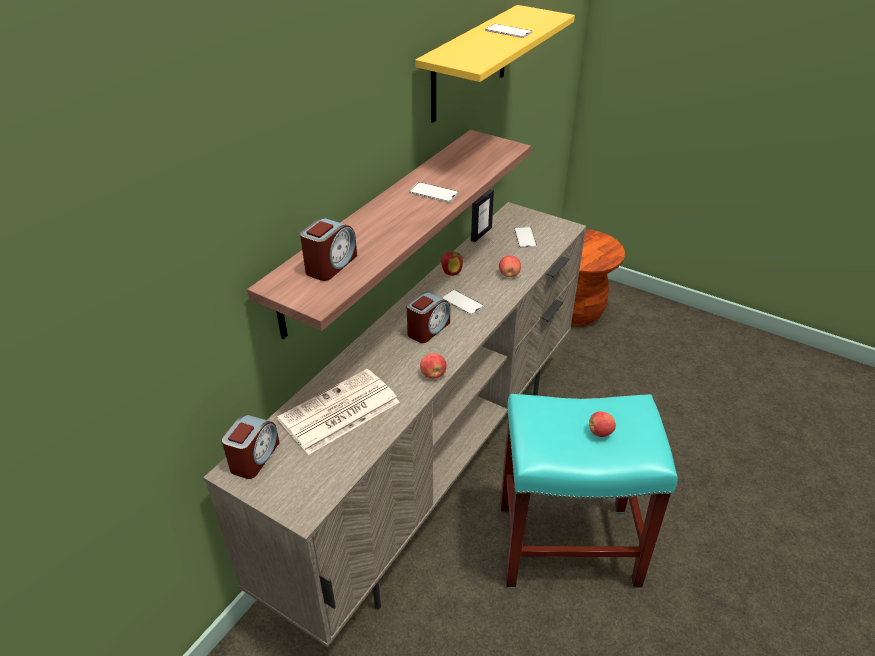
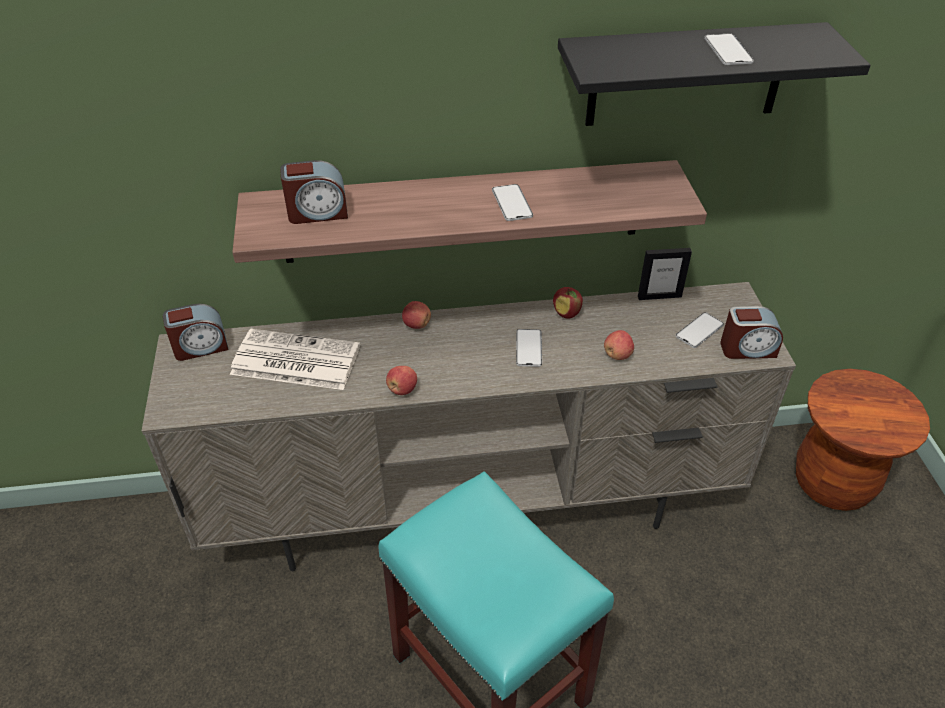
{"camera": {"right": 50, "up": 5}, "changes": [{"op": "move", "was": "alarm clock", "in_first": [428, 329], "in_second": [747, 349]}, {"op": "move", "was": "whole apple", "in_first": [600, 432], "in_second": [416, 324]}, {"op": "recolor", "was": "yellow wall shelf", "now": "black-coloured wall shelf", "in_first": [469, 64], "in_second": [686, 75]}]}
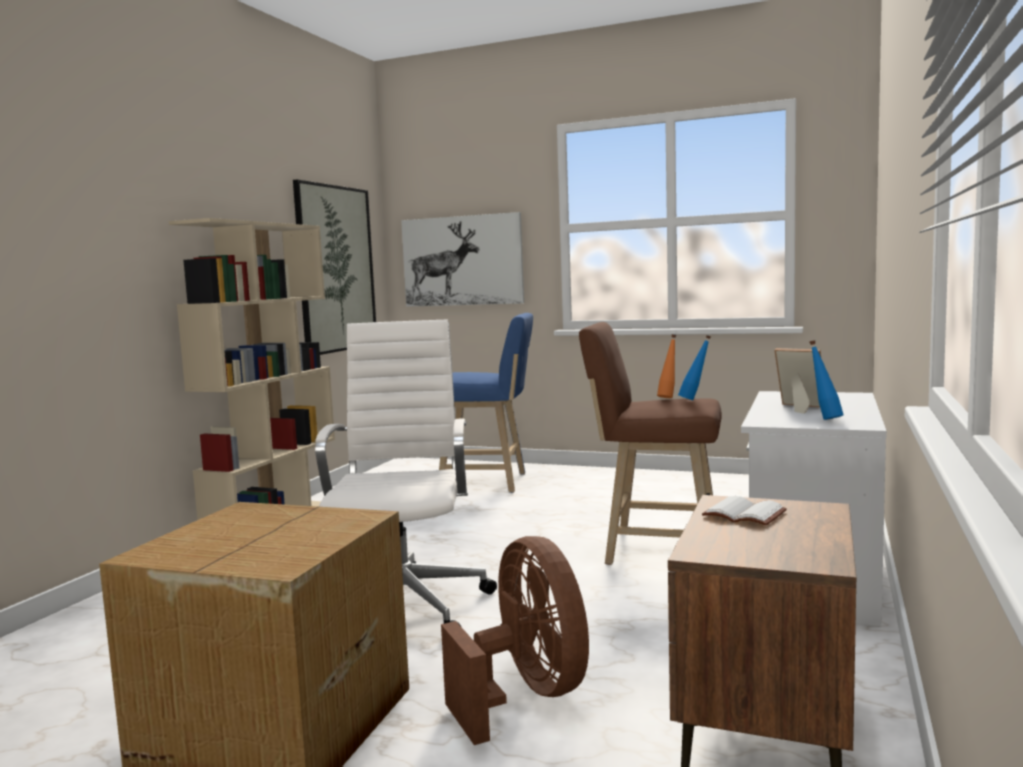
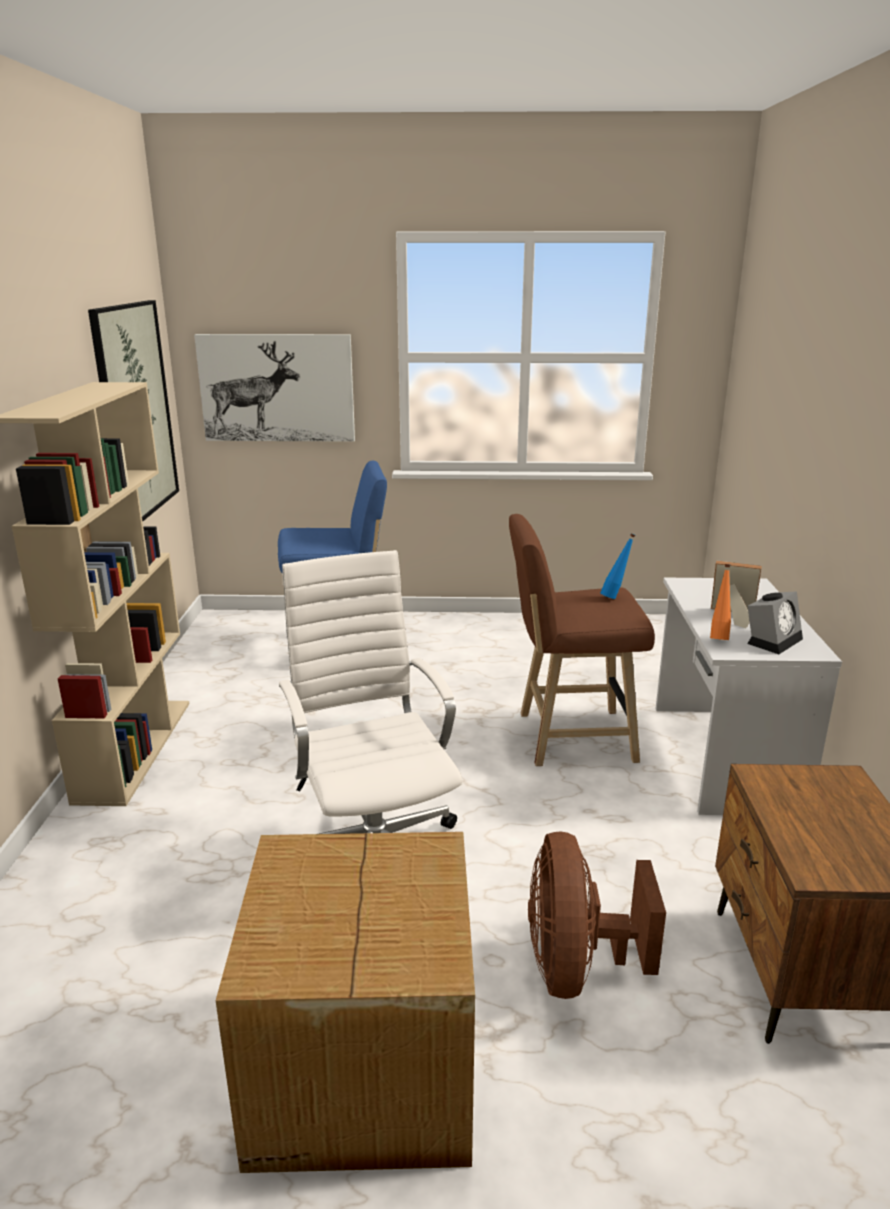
{"camera": {"right": -20, "up": 15}, "changes": [{"op": "delete", "was": "whitish book", "in_first": [742, 515]}, {"op": "move", "was": "orange drink bottle", "in_first": [668, 398], "in_second": [718, 637]}, {"op": "replace", "was": "blue-coloured drink bottle", "now": "alarm clock", "in_first": [824, 419], "in_second": [773, 640]}, {"op": "rotate", "was": "brown fan", "in_first": [526, 695], "in_second": [577, 967], "clockwise": -135}]}
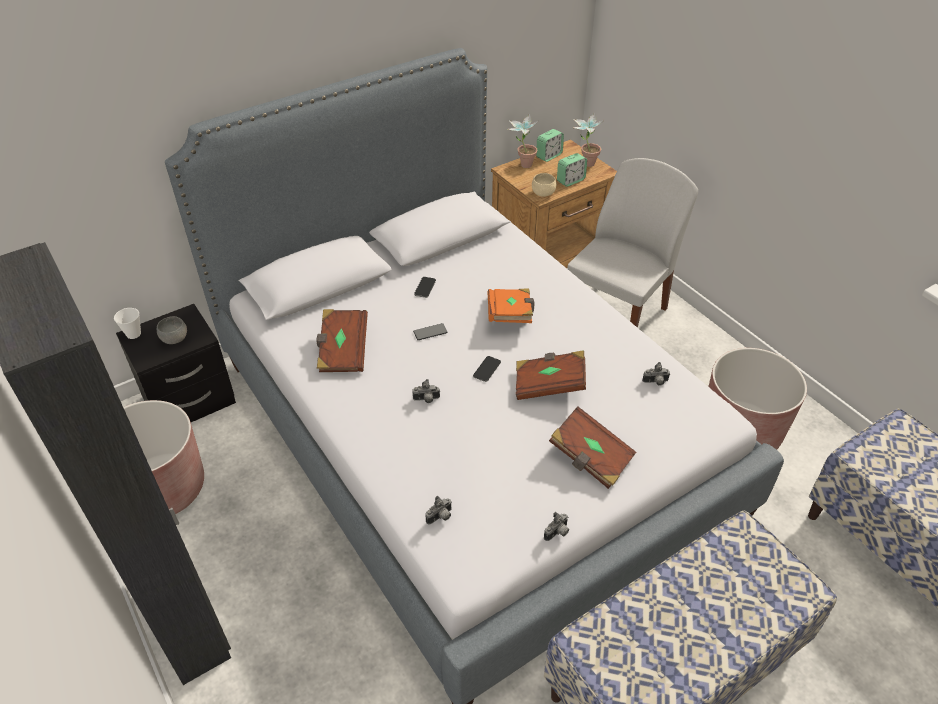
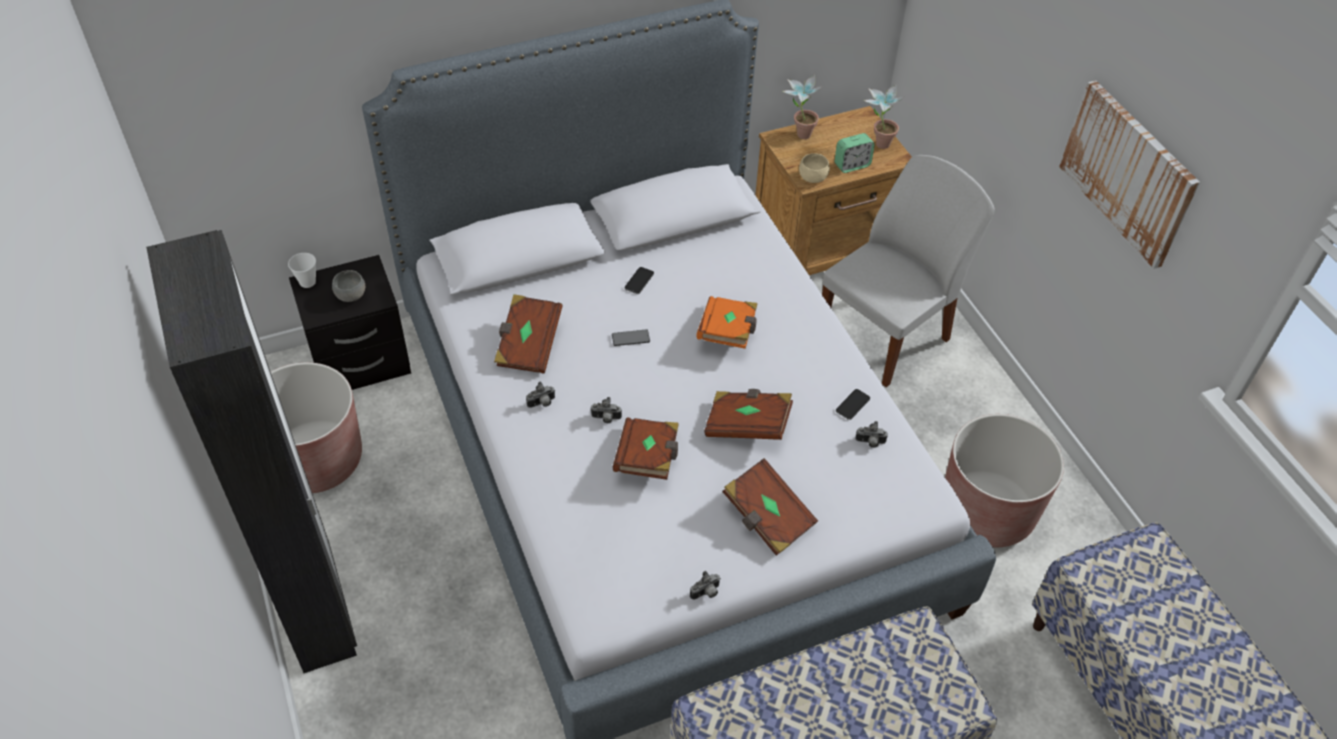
{"camera": {"right": 10, "up": 5}, "changes": [{"op": "delete", "was": "alarm clock", "in_first": [549, 156]}, {"op": "insert", "now": "brown book", "in_second": [648, 458]}, {"op": "insert", "now": "wall picture", "in_second": [1128, 172]}, {"op": "move", "was": "still camera", "in_first": [440, 517], "in_second": [542, 403]}, {"op": "move", "was": "handset", "in_first": [487, 369], "in_second": [852, 405]}]}
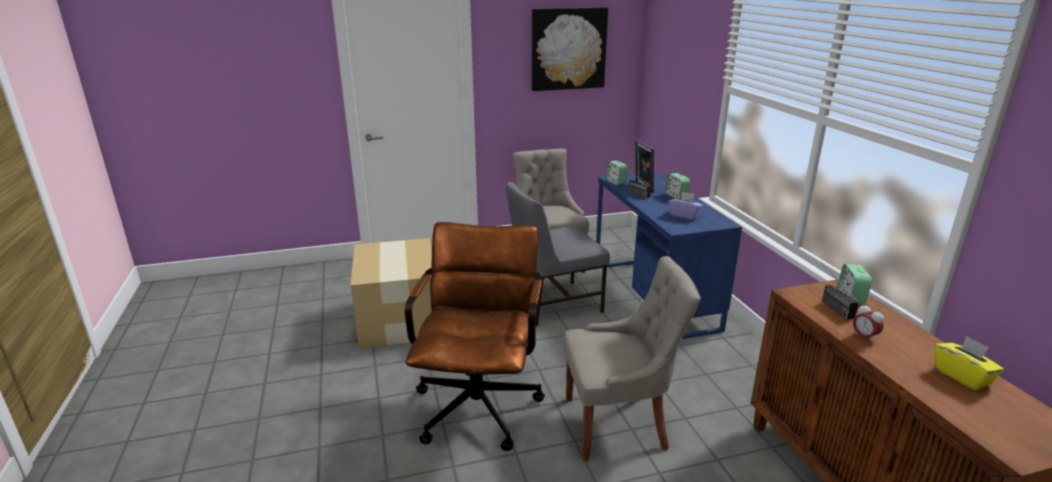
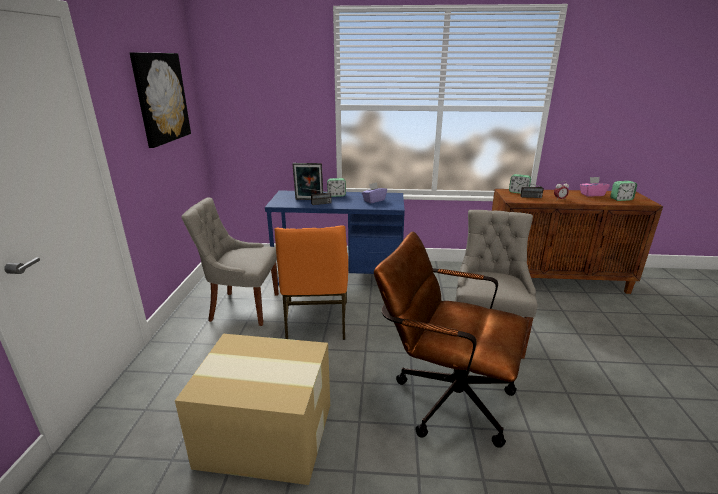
{"camera": {"right": -70, "up": 0}, "changes": [{"op": "move", "was": "alarm clock", "in_first": [615, 182], "in_second": [621, 199]}, {"op": "recolor", "was": "greyish chair", "now": "orange chair", "in_first": [554, 304], "in_second": [316, 321]}, {"op": "recolor", "was": "yellow tissue holder", "now": "pink tissue holder", "in_first": [962, 376], "in_second": [591, 194]}]}
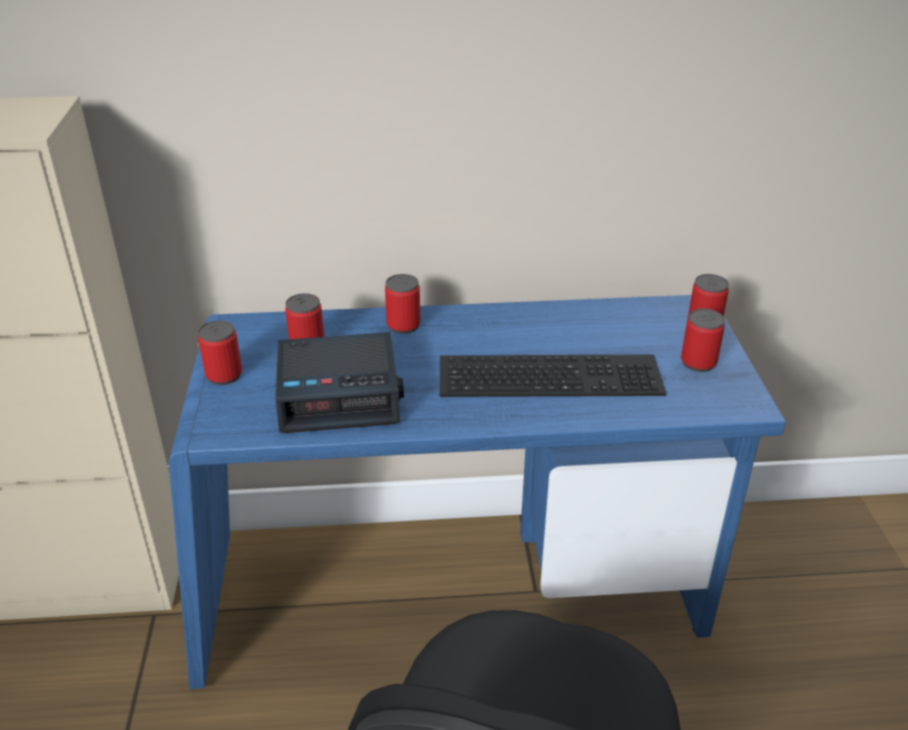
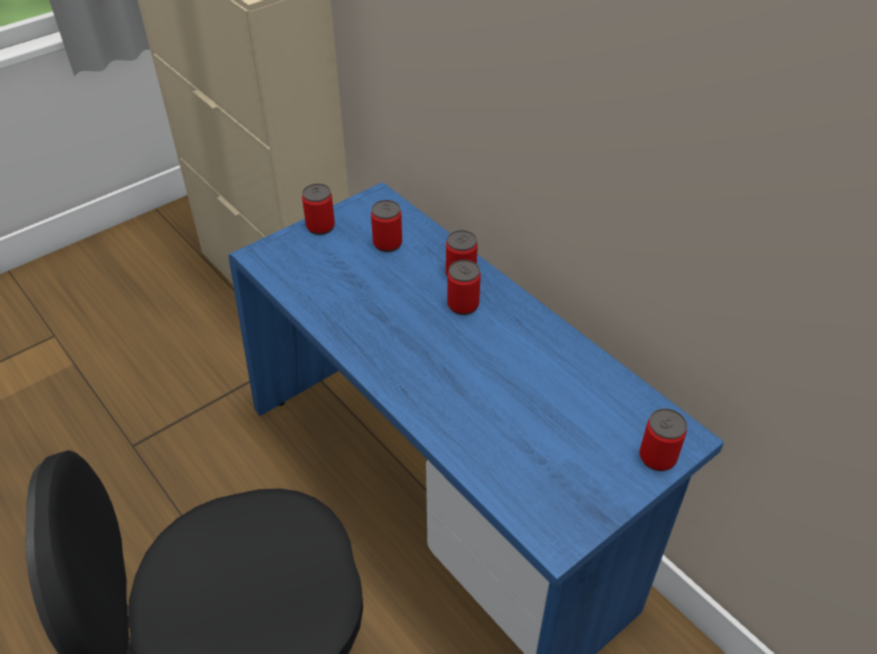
{"camera": {"right": 55, "up": 10}, "changes": [{"op": "delete", "was": "alarm clock", "in_first": [340, 394]}, {"op": "delete", "was": "computer keyboard", "in_first": [551, 373]}, {"op": "move", "was": "can", "in_first": [698, 362], "in_second": [463, 305]}]}
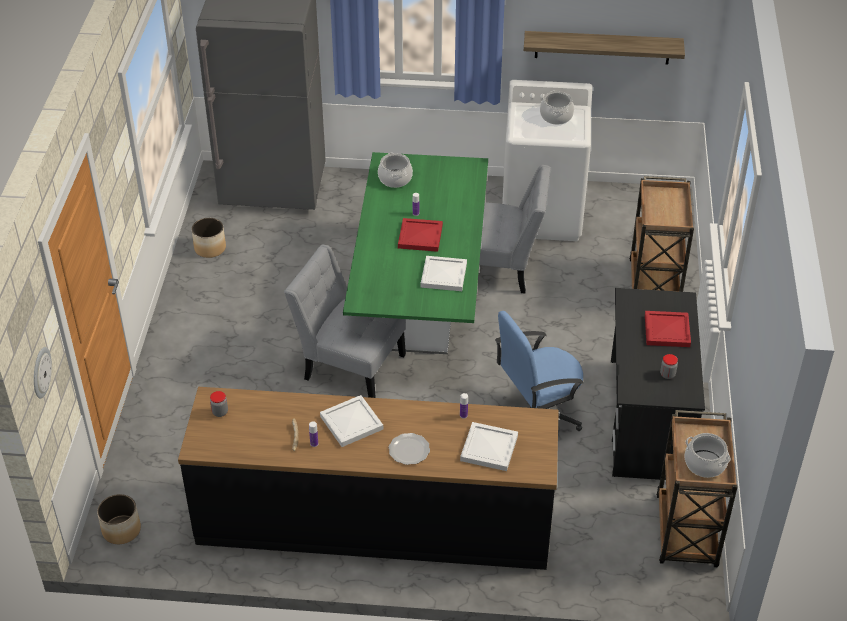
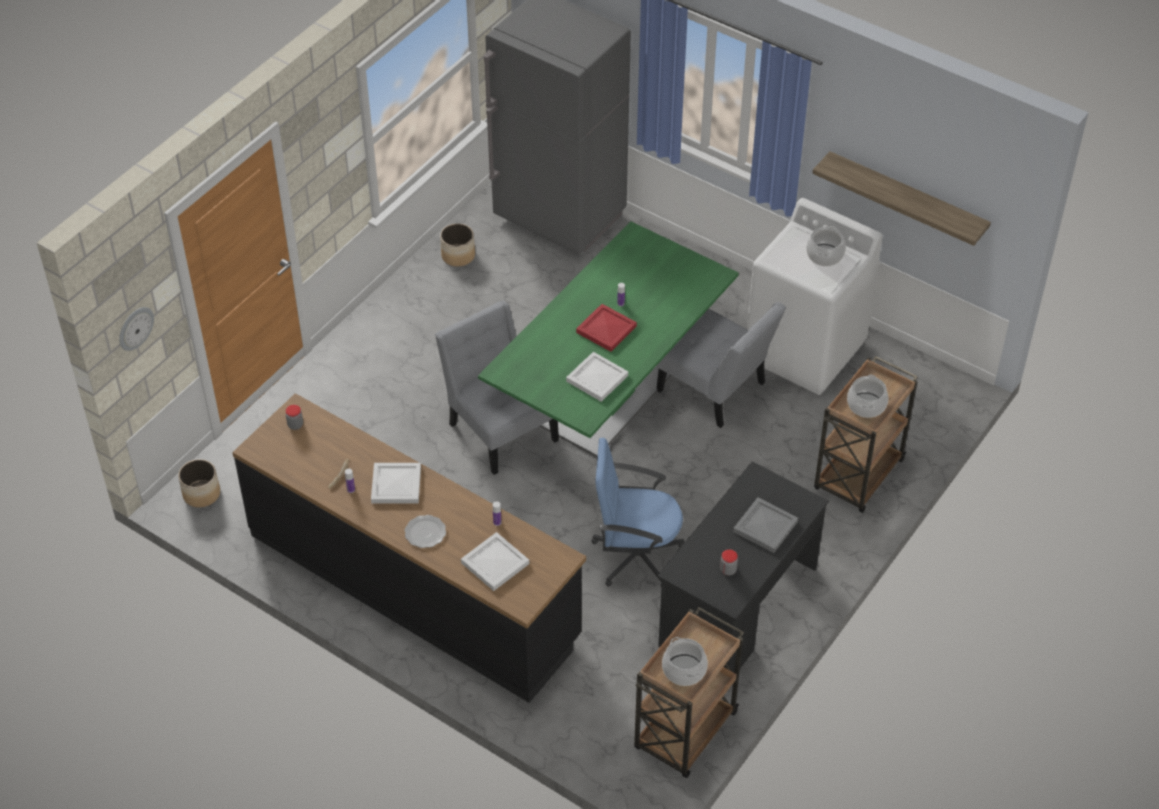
{"camera": {"right": 30, "up": 5}, "changes": [{"op": "move", "was": "saucepot", "in_first": [395, 179], "in_second": [866, 405]}, {"op": "recolor", "was": "red tray", "now": "greyish tray", "in_first": [667, 331], "in_second": [765, 527]}]}
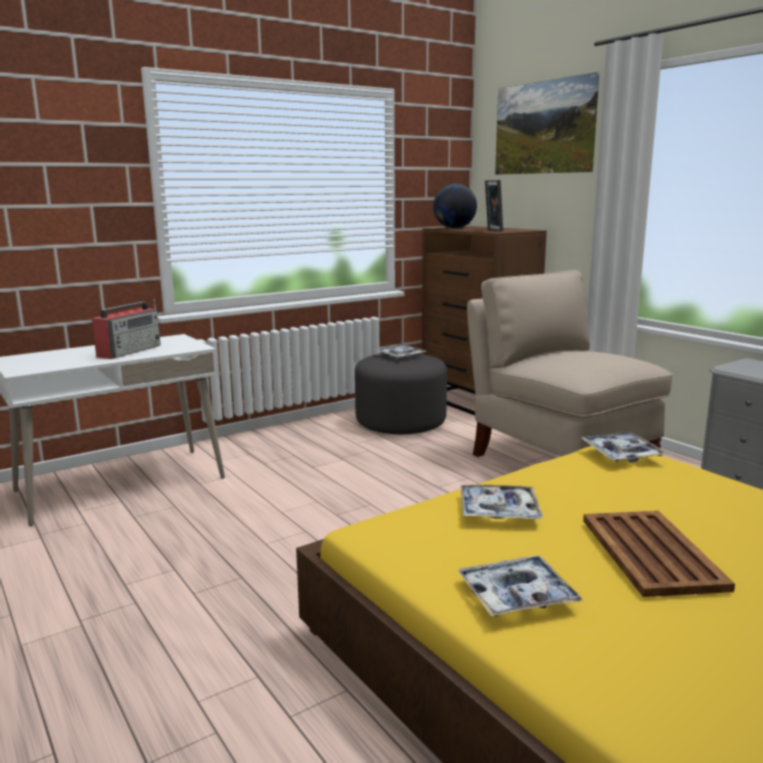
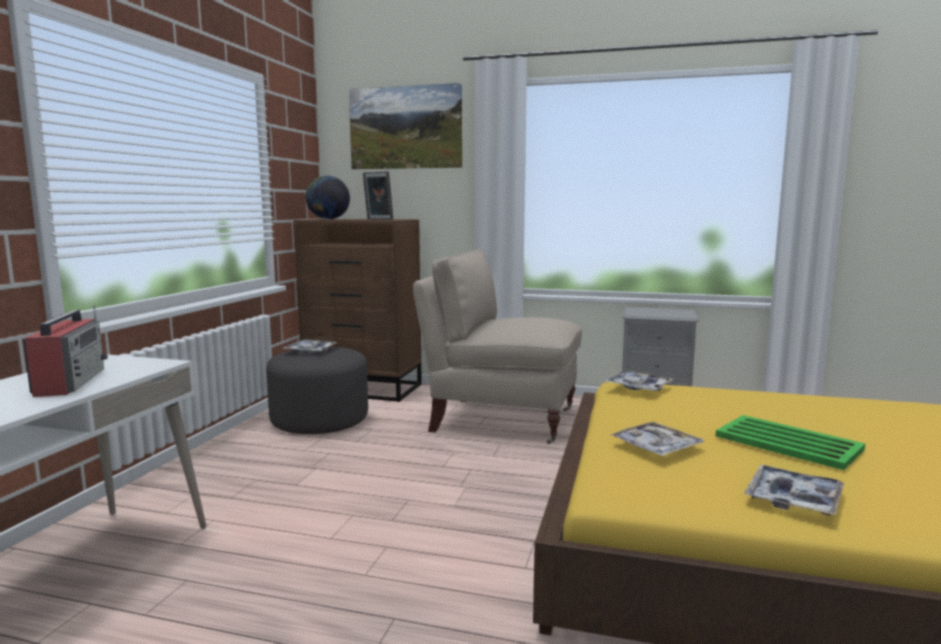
{"camera": {"right": -40, "up": -5}, "changes": [{"op": "recolor", "was": "brown tray", "now": "green tray", "in_first": [651, 554], "in_second": [789, 443]}]}
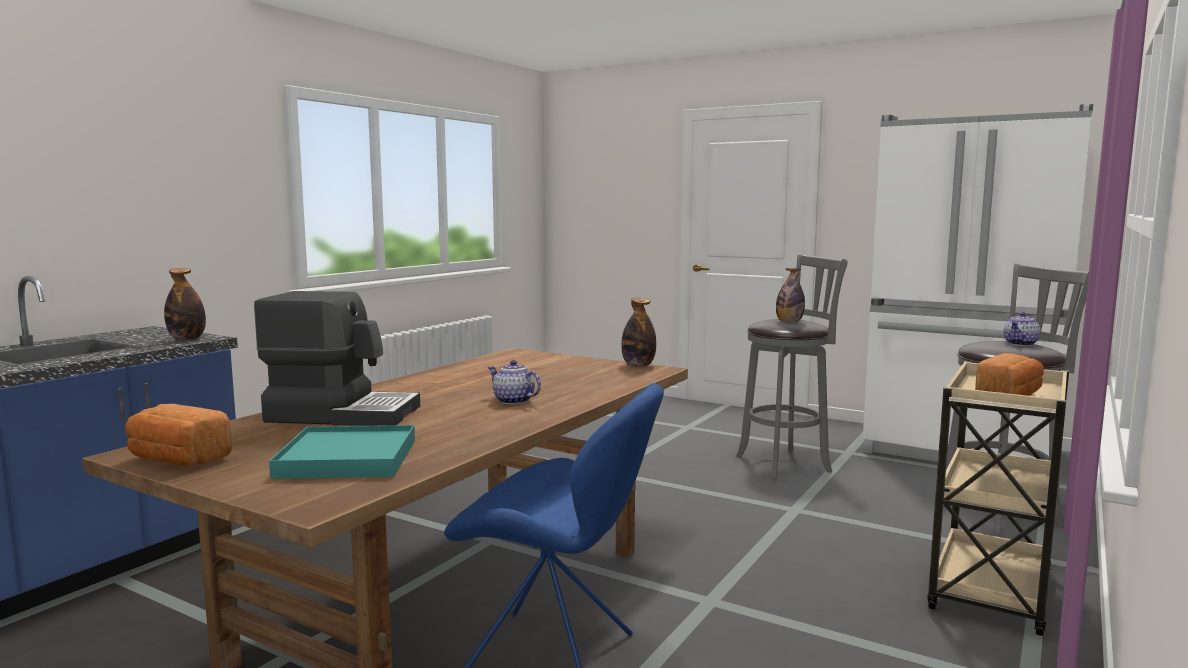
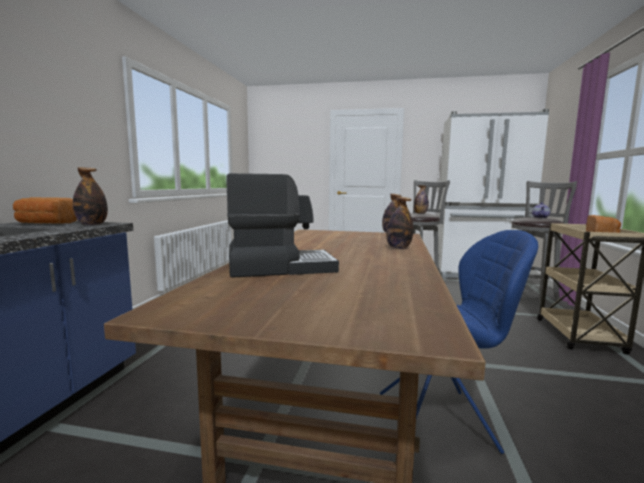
{"camera": {"right": -20, "up": 0}, "changes": [{"op": "delete", "was": "blue-green tray", "in_first": [348, 458]}, {"op": "delete", "was": "tea pot", "in_first": [512, 401]}, {"op": "insert", "now": "drink bottle", "in_second": [398, 248]}, {"op": "move", "was": "baked bread", "in_first": [177, 460], "in_second": [45, 223]}]}
